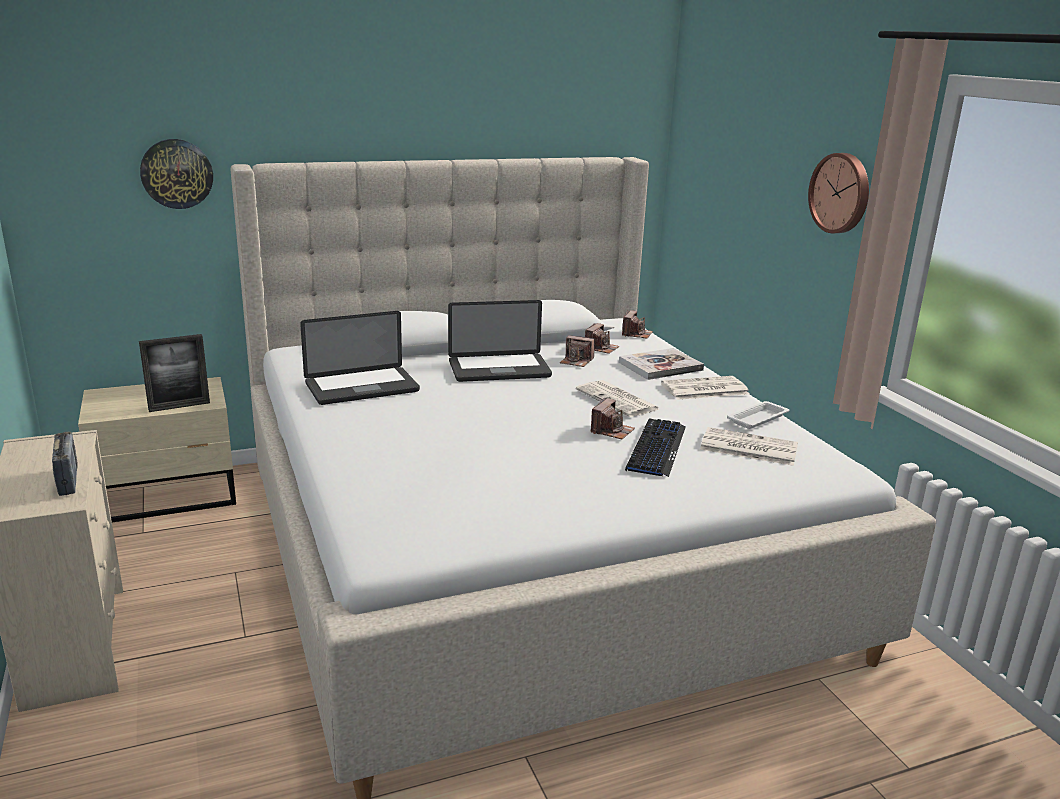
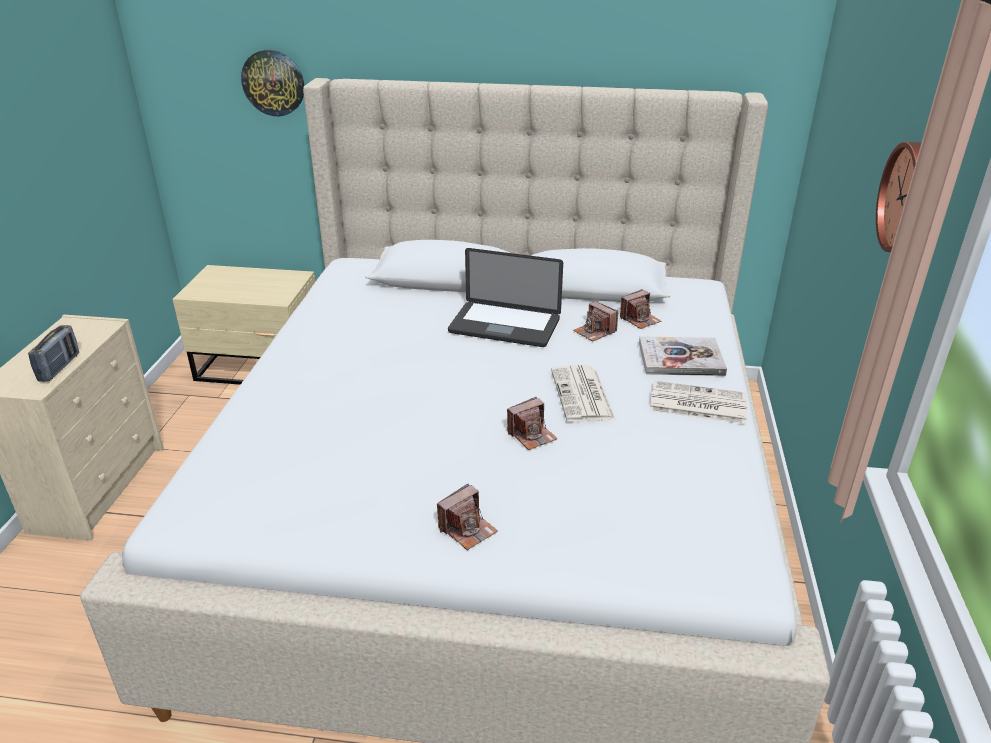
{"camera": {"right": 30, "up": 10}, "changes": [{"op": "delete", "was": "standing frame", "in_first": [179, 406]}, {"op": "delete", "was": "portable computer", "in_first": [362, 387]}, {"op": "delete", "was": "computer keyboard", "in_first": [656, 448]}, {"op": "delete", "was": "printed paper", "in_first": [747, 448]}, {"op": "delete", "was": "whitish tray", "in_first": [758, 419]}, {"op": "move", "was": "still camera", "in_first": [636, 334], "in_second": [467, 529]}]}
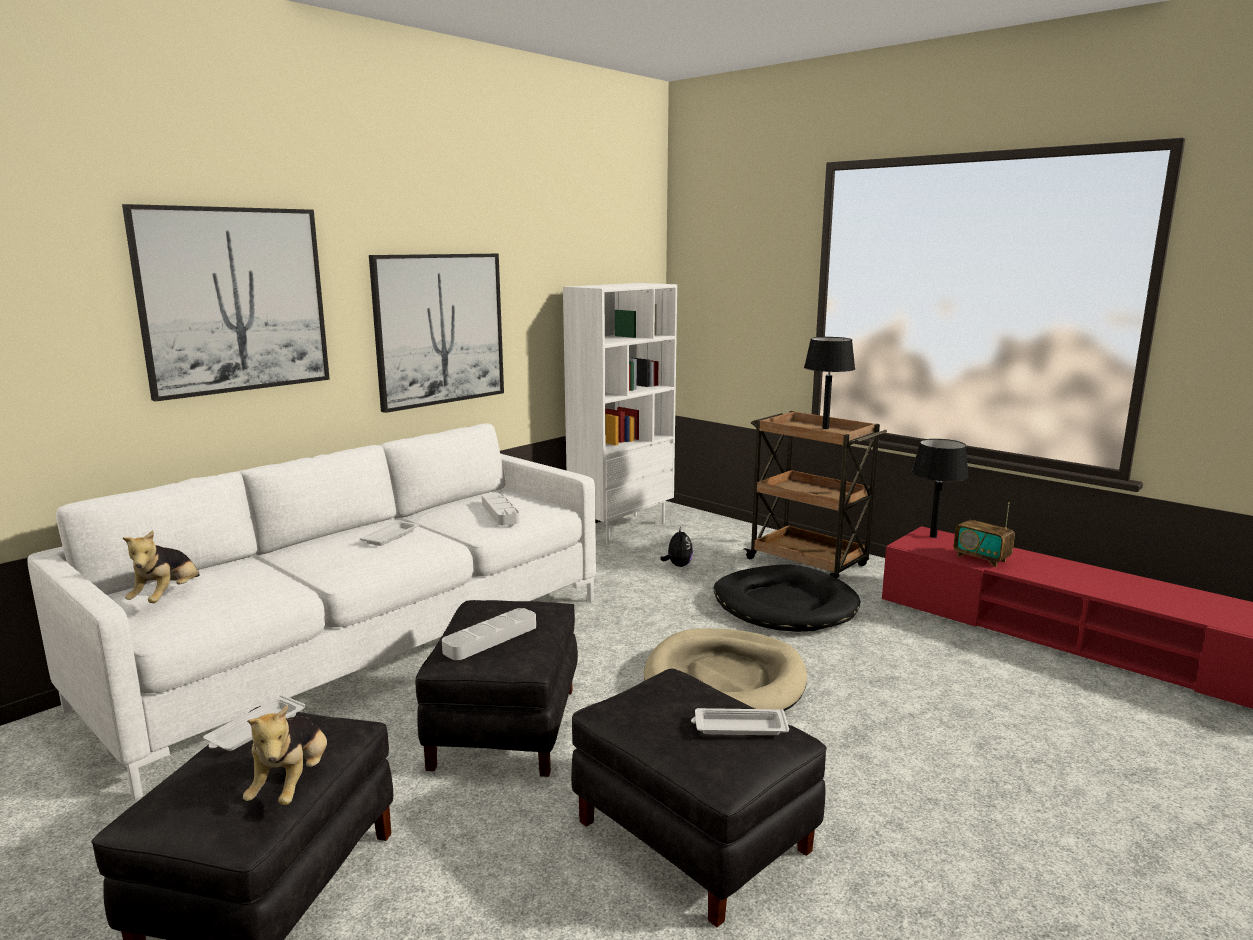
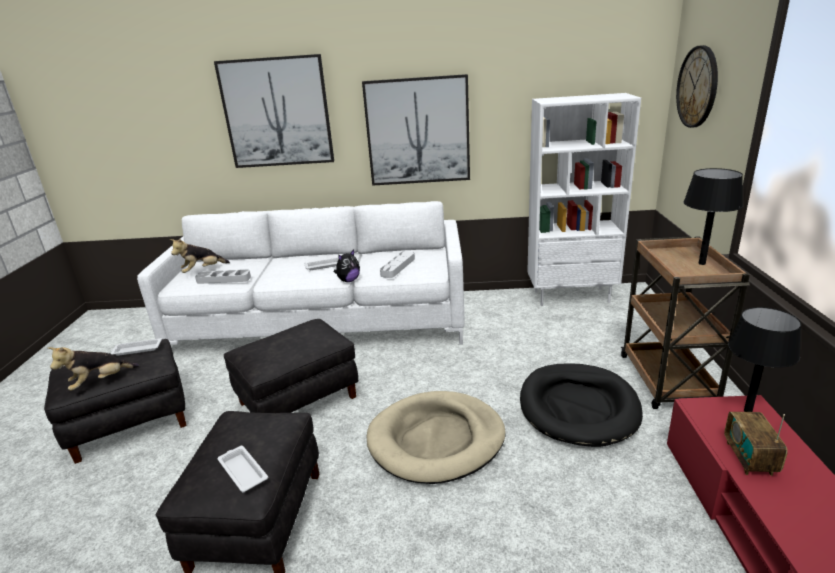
{"camera": {"right": 50, "up": 10}, "changes": [{"op": "insert", "now": "clock on the wall", "in_second": [697, 87]}, {"op": "move", "was": "greyish tray", "in_first": [490, 639], "in_second": [223, 279]}, {"op": "move", "was": "soft toy", "in_first": [678, 565], "in_second": [348, 280]}]}
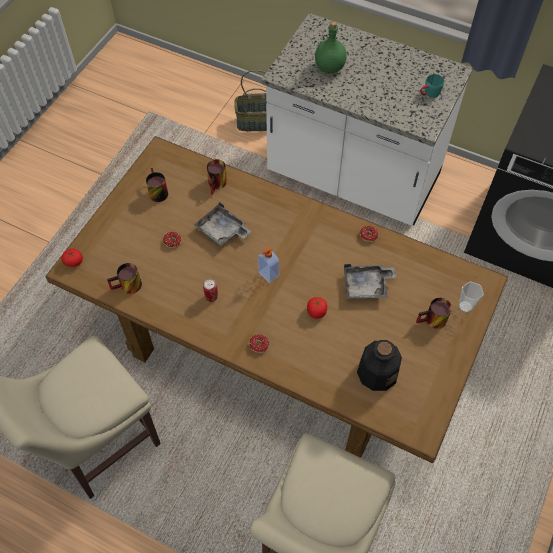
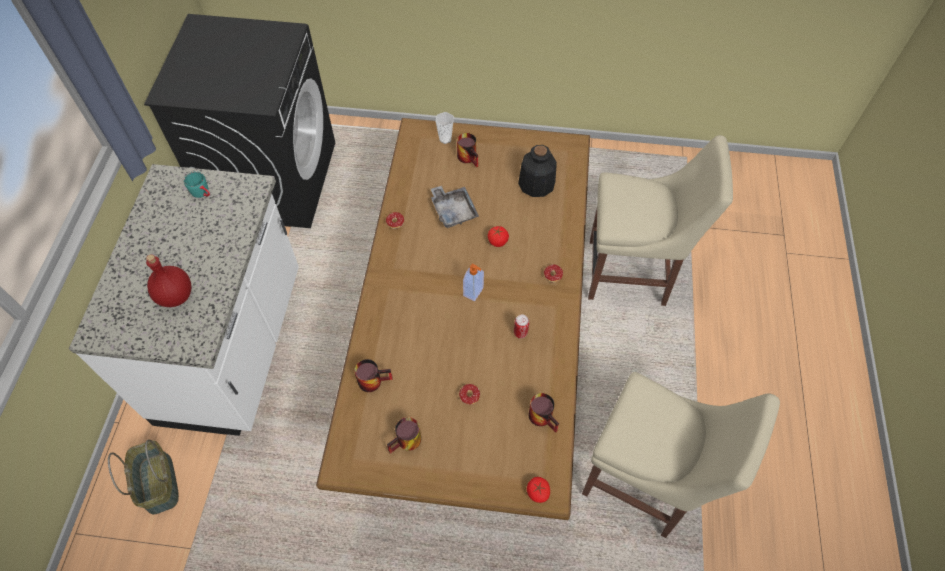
{"camera": {"right": -110, "up": 0}, "changes": [{"op": "delete", "was": "greyish tray", "in_first": [222, 231]}, {"op": "recolor", "was": "green drink bottle", "now": "red drink bottle", "in_first": [330, 67], "in_second": [176, 295]}]}
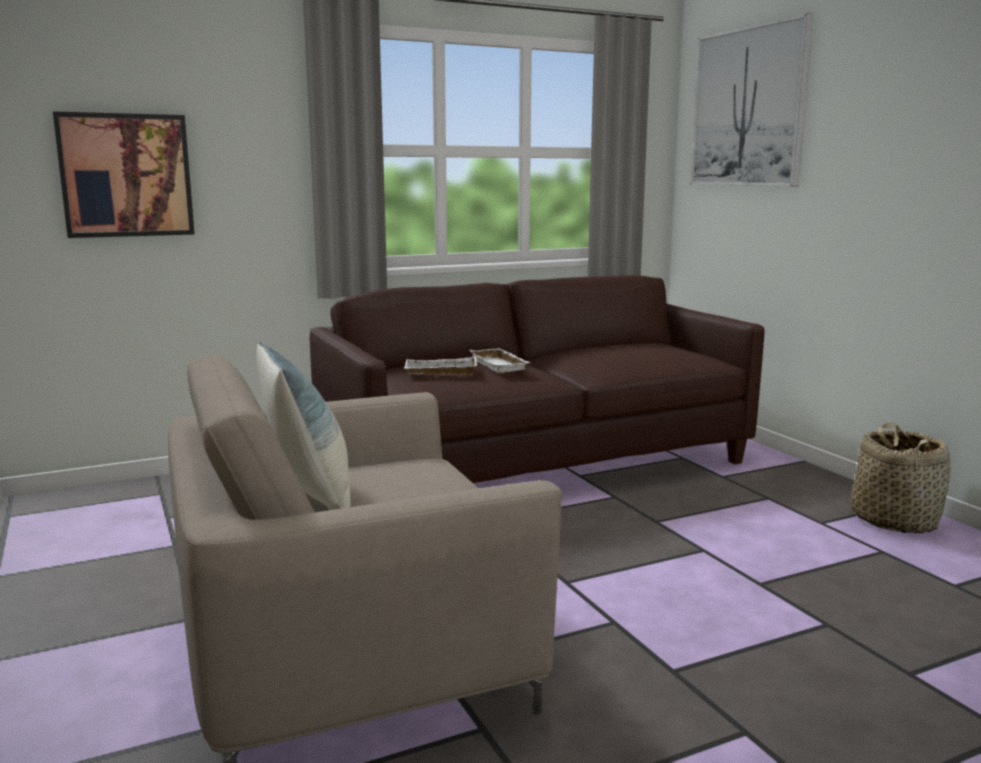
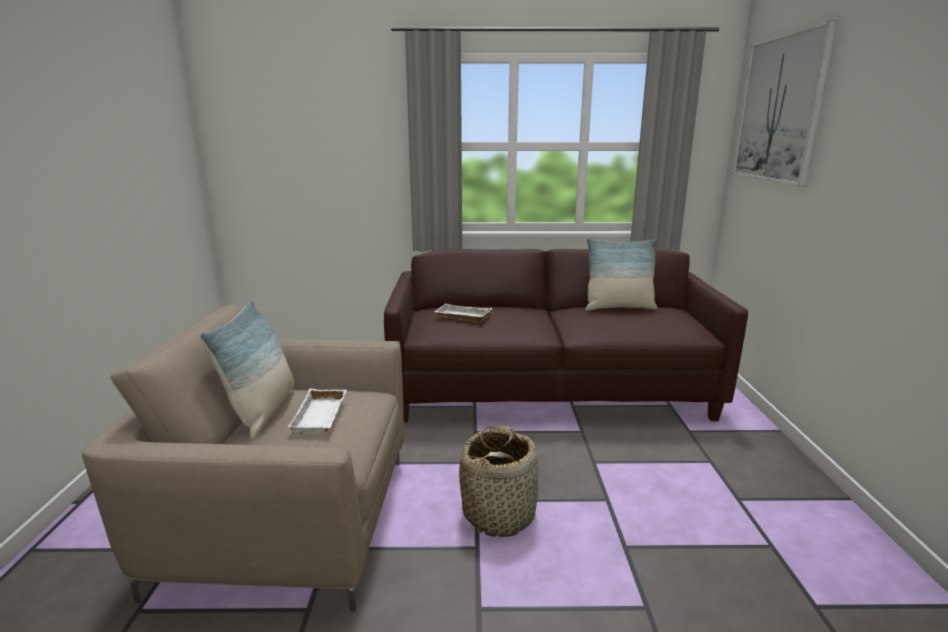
{"camera": {"right": 25, "up": 5}, "changes": [{"op": "delete", "was": "wall picture", "in_first": [126, 175]}, {"op": "insert", "now": "cushion", "in_second": [618, 307]}, {"op": "move", "was": "whitish tray", "in_first": [501, 365], "in_second": [322, 417]}, {"op": "move", "was": "storage basket", "in_first": [894, 520], "in_second": [499, 513]}]}
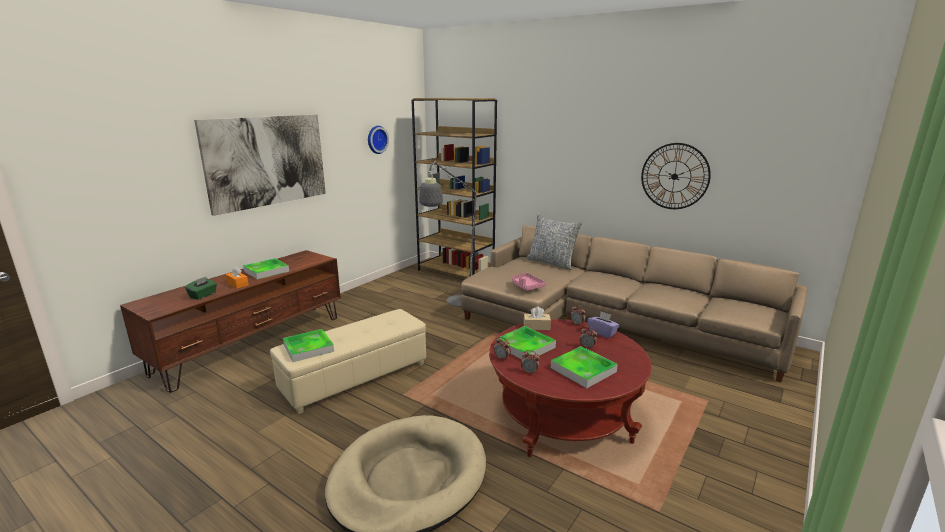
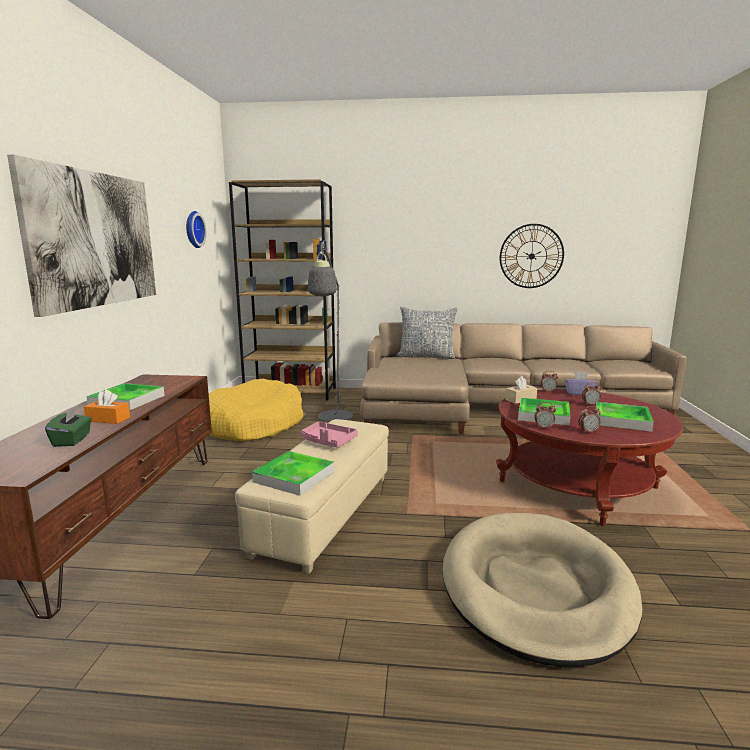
{"camera": {"right": -30, "up": -5}, "changes": [{"op": "insert", "now": "yellow dog cushion", "in_second": [253, 424]}, {"op": "move", "was": "pink tray", "in_first": [526, 286], "in_second": [328, 441]}]}
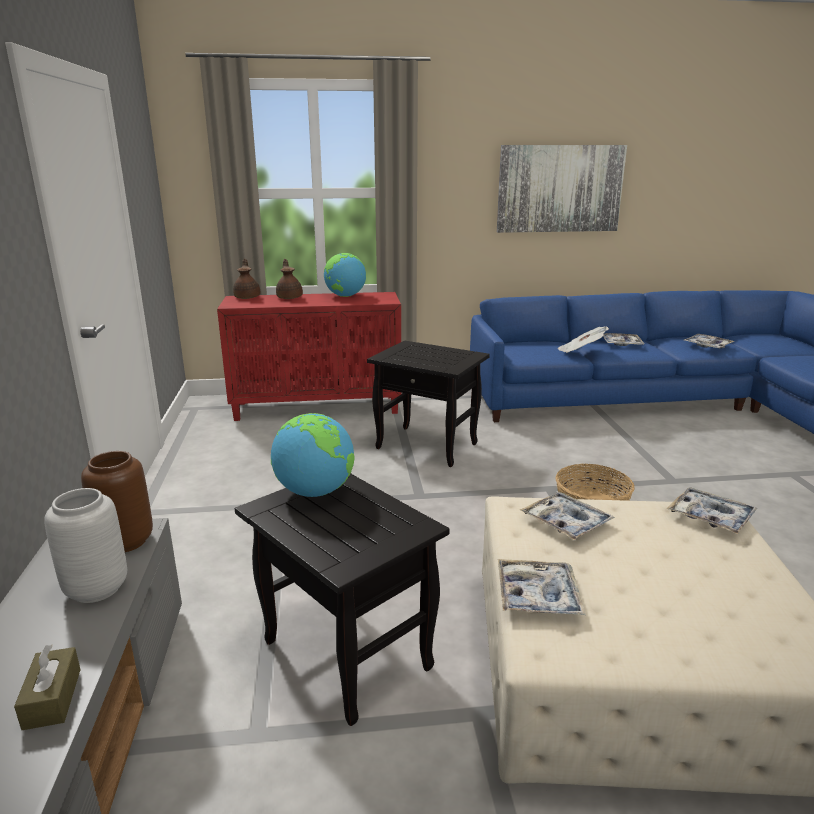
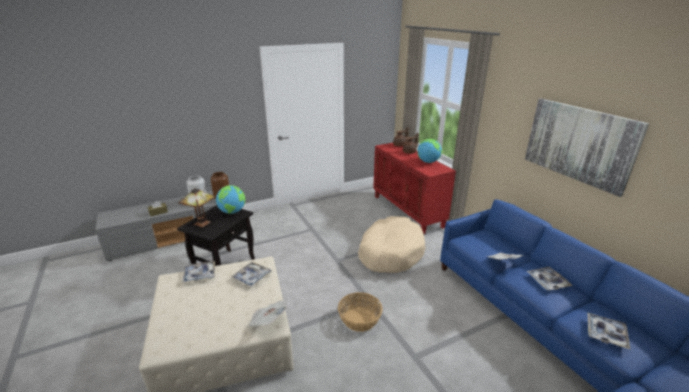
{"camera": {"right": 70, "up": 5}, "changes": [{"op": "insert", "now": "lamp for a table", "in_second": [202, 224]}, {"op": "replace", "was": "black-coloured side table", "now": "sand-coloured dog cushion", "in_first": [429, 446], "in_second": [390, 252]}, {"op": "replace", "was": "tray", "now": "printed paper", "in_first": [710, 517], "in_second": [268, 321]}]}
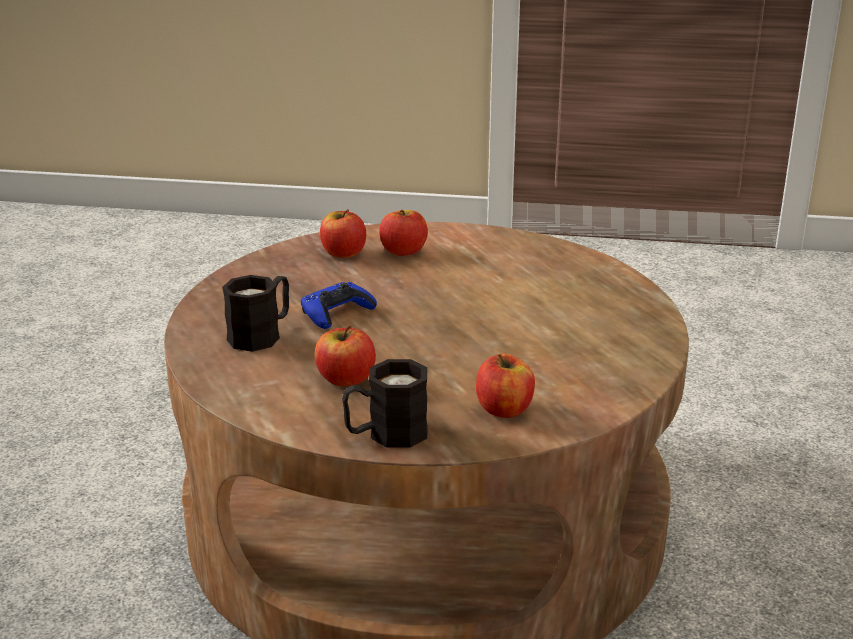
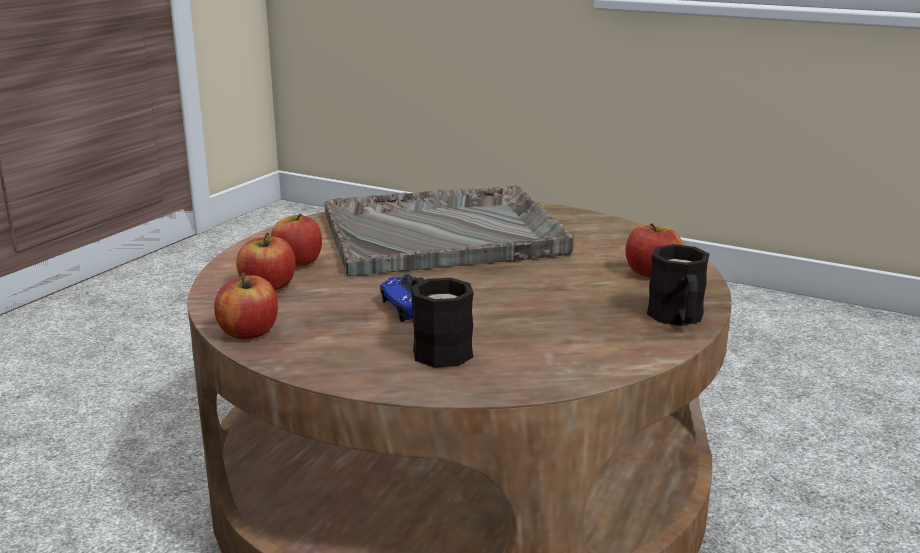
{"camera": {"right": -70, "up": -5}, "changes": [{"op": "insert", "now": "greyish tray", "in_second": [445, 234]}, {"op": "move", "was": "whole apple", "in_first": [346, 379], "in_second": [249, 332]}]}
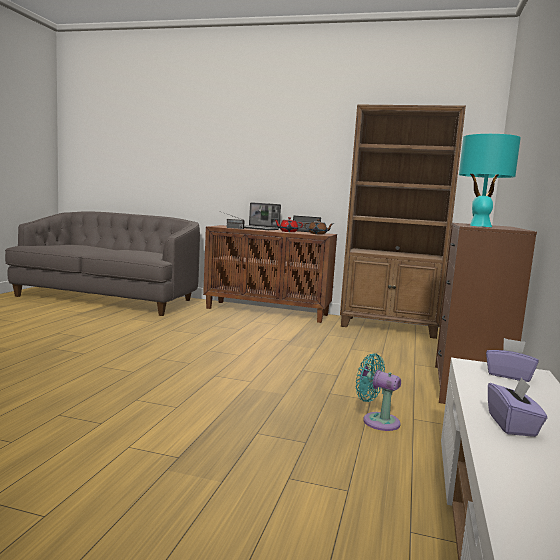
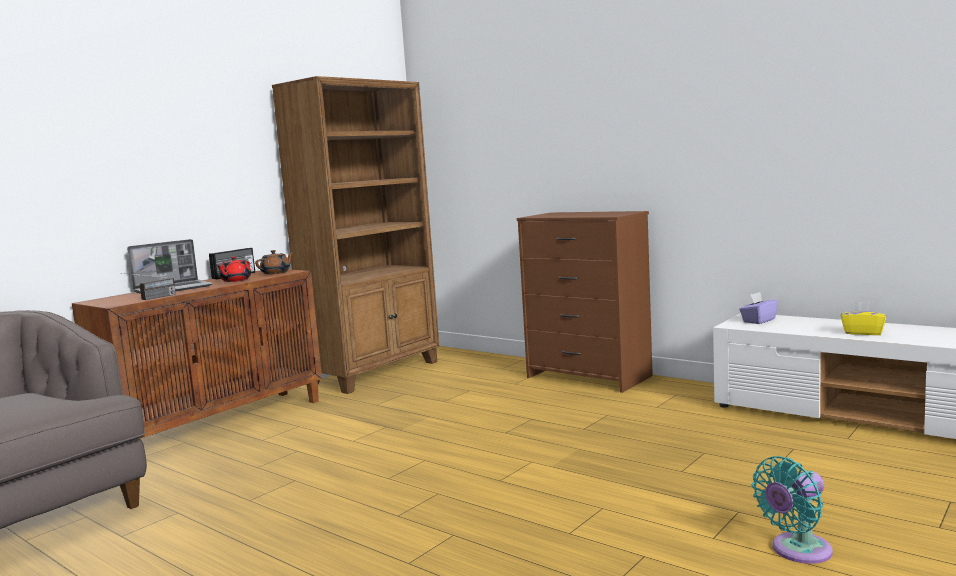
{"camera": {"right": -65, "up": 0}, "changes": [{"op": "delete", "was": "blue-green lamp for a table", "in_first": [480, 226]}, {"op": "move", "was": "blue-green fan", "in_first": [377, 421], "in_second": [797, 551]}, {"op": "recolor", "was": "purple-coloured tissue holder", "now": "yellow tissue holder", "in_first": [512, 425], "in_second": [863, 332]}]}
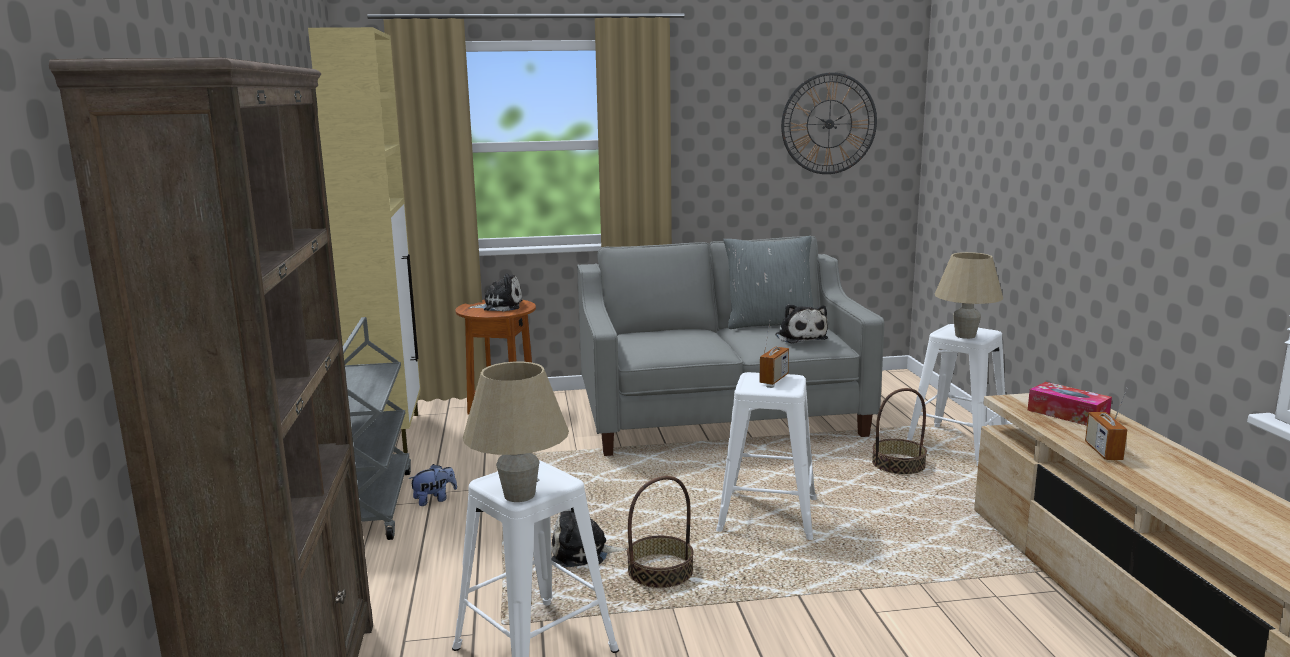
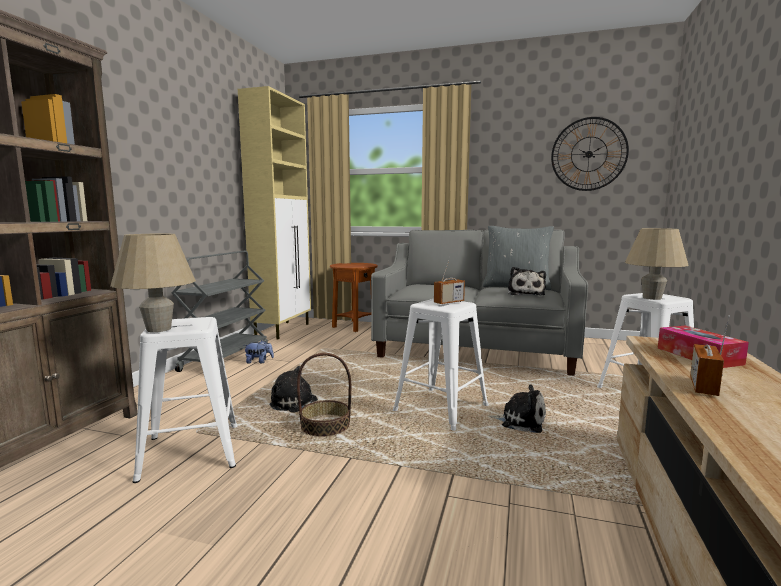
{"camera": {"right": 25, "up": -5}, "changes": [{"op": "delete", "was": "storage basket", "in_first": [898, 465]}, {"op": "move", "was": "soft toy", "in_first": [500, 306], "in_second": [520, 421]}]}
